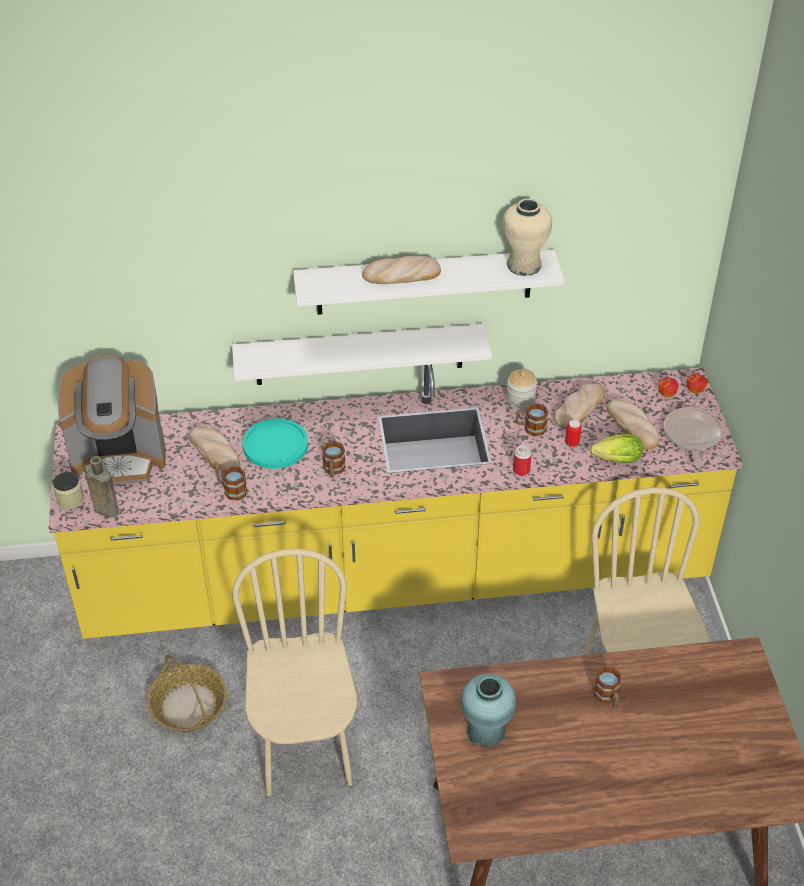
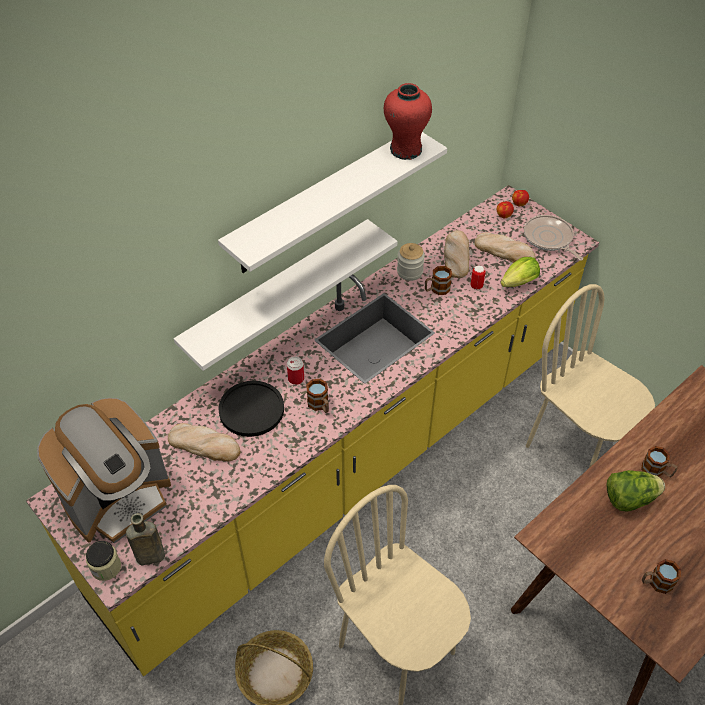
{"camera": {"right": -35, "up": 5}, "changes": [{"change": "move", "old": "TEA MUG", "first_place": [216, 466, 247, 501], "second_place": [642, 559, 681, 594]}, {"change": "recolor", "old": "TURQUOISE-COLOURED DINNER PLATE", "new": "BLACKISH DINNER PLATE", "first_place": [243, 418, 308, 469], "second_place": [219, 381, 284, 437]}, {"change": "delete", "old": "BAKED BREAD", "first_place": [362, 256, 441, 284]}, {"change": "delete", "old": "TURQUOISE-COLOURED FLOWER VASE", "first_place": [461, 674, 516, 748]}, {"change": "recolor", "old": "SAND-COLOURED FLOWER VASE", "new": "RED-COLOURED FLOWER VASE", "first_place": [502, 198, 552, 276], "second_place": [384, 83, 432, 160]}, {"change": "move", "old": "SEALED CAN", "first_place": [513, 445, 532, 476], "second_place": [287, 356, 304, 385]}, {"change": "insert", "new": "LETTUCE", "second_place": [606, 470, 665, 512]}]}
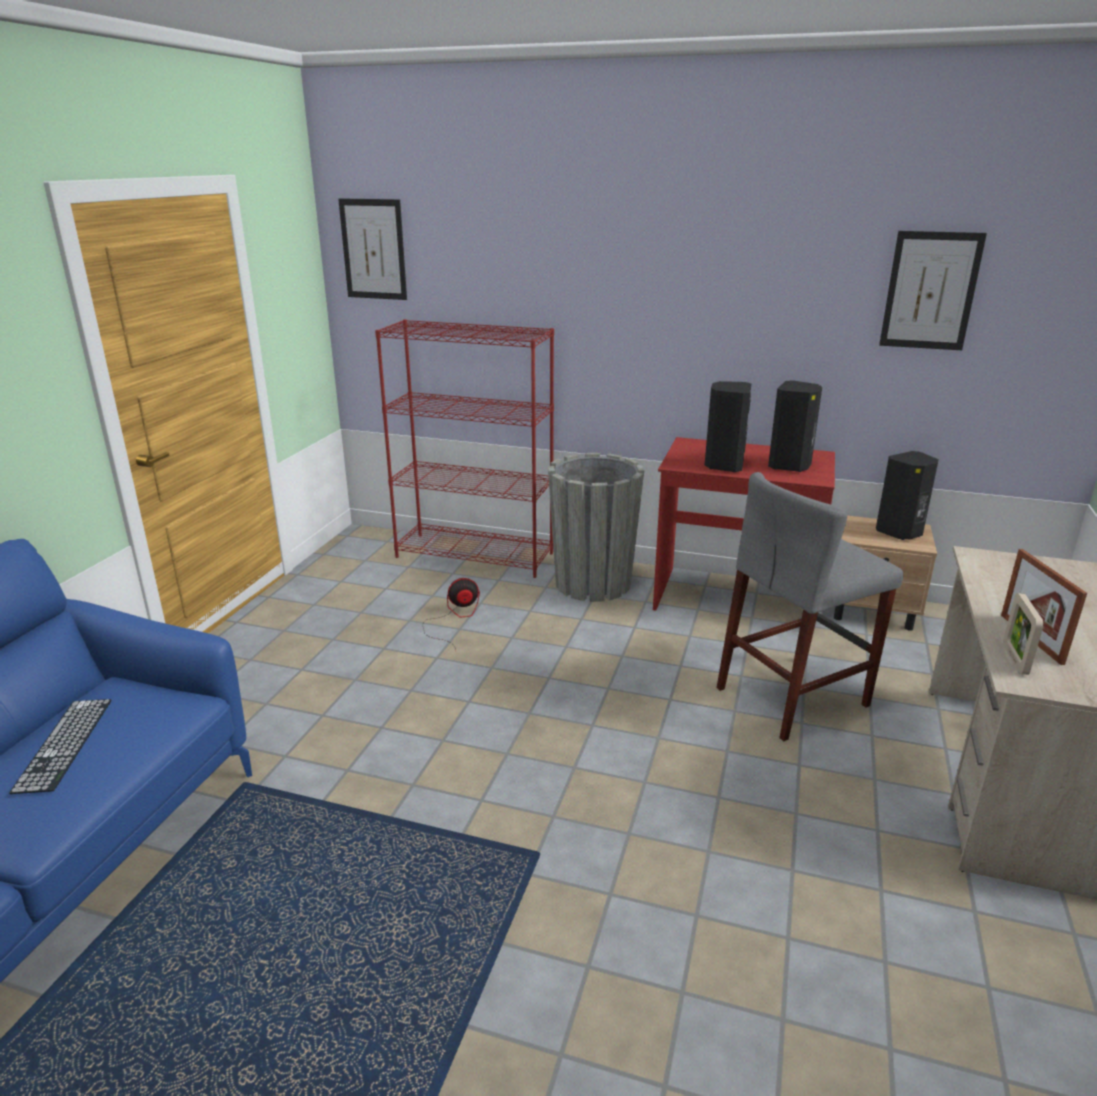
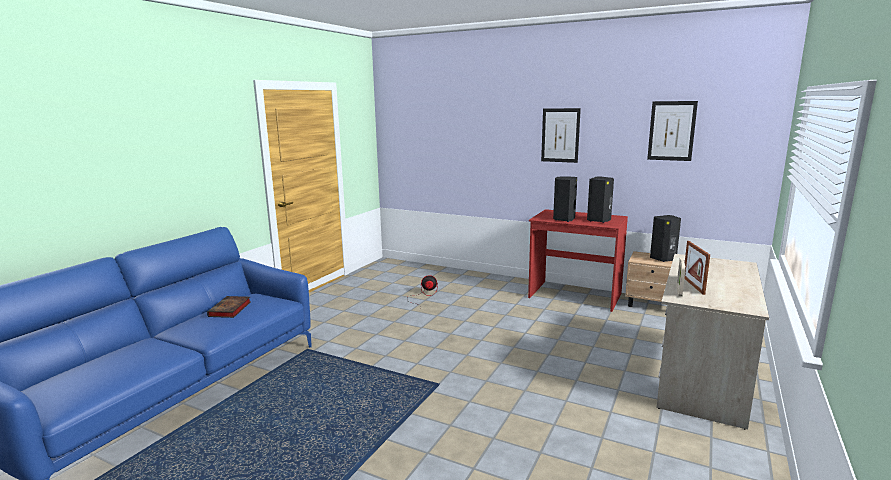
{"camera": {"right": 10, "up": -10}, "changes": [{"change": "replace", "old": "PC KEYBOARD", "new": "BOUND BOOK", "first_place": [9, 699, 112, 794], "second_place": [207, 296, 251, 318]}, {"change": "move", "old": "WALL PICTURE", "first_place": [338, 198, 407, 300], "second_place": [541, 108, 581, 163]}, {"change": "delete", "old": "RED-COLOURED BOOKSHELF", "first_place": [375, 319, 554, 578]}, {"change": "delete", "old": "GREYISH FLOWER POT", "first_place": [548, 453, 644, 602]}, {"change": "delete", "old": "GREYISH STOOL", "first_place": [717, 472, 903, 741]}]}
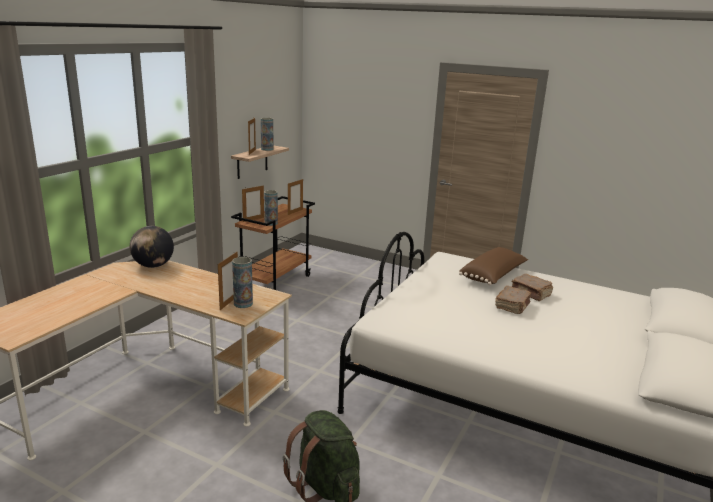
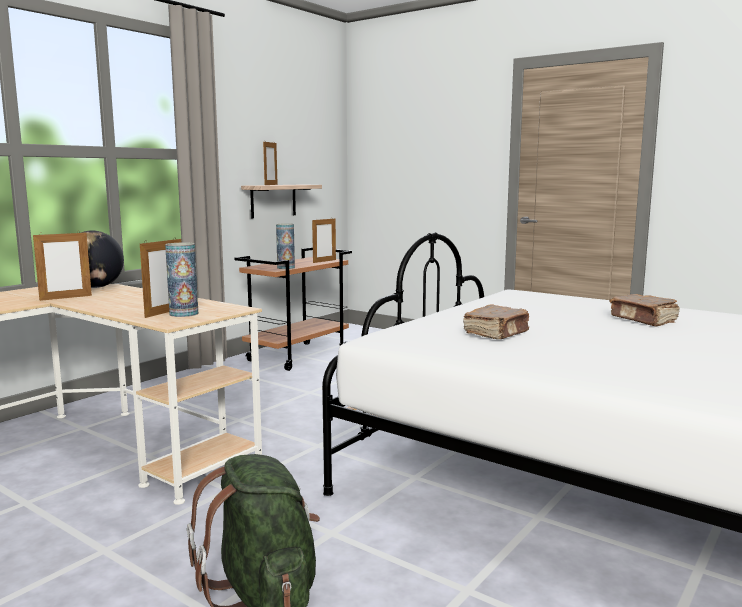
{"camera": {"right": 10, "up": -10}, "changes": [{"change": "move", "old": "STANDING FRAME", "first_place": [242, 186, 264, 222], "second_place": [33, 232, 92, 301]}, {"change": "delete", "old": "FLOWER VASE", "first_place": [261, 118, 274, 151]}, {"change": "delete", "old": "BROWN THROW PILLOW", "first_place": [459, 247, 528, 285]}, {"change": "move", "old": "BROWN BOUND BOOK", "first_place": [495, 286, 531, 314], "second_place": [463, 305, 529, 339]}]}
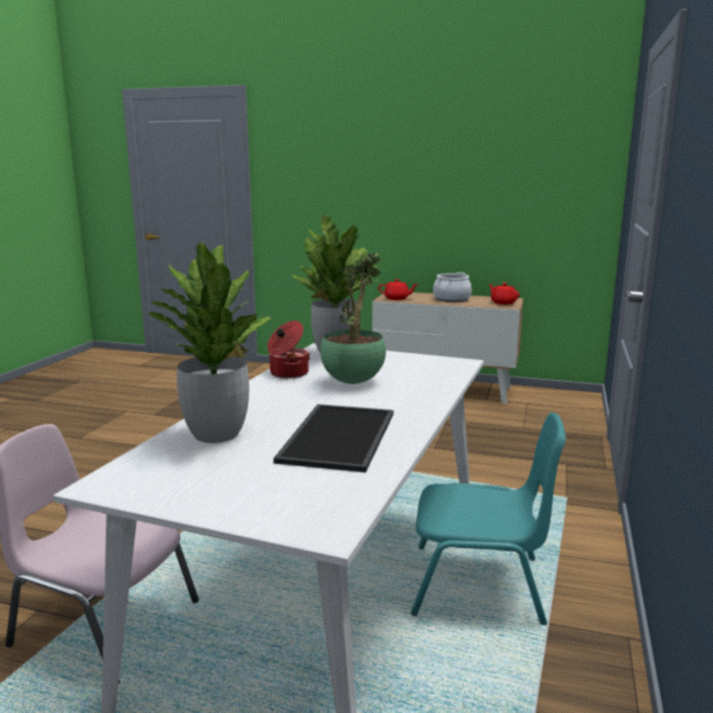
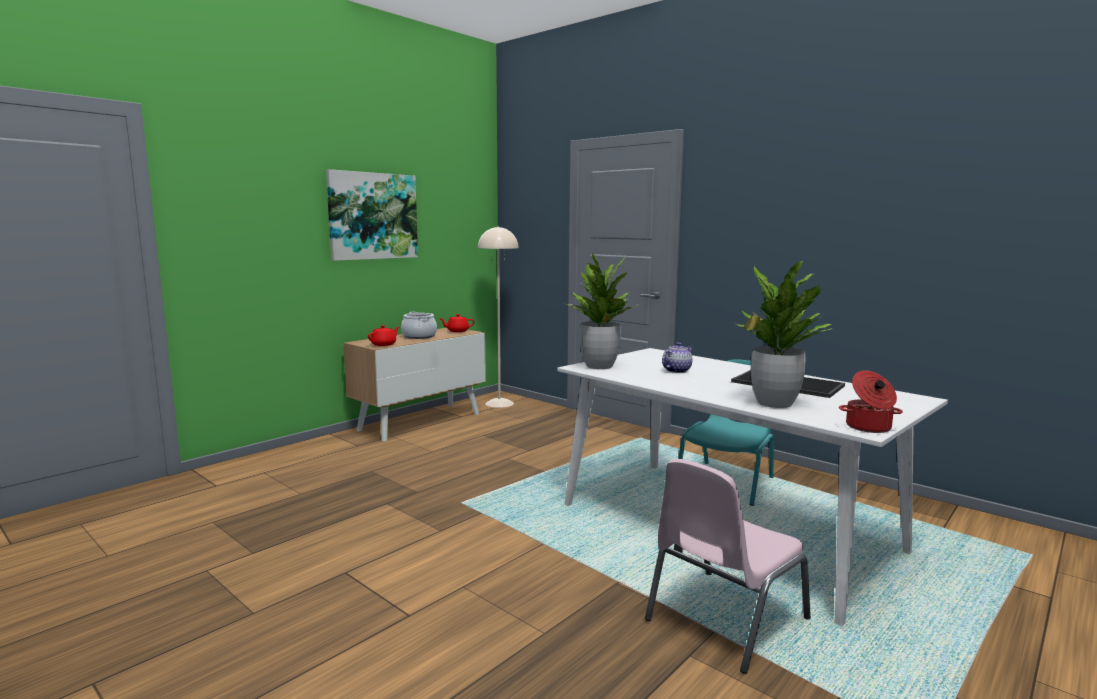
{"camera": {"right": -65, "up": -5}, "changes": [{"change": "move", "old": "SAUCEPOT", "first_place": [268, 321, 310, 379], "second_place": [839, 370, 903, 433]}, {"change": "replace", "old": "HOUSEPLANT", "new": "POT FOR TEA", "first_place": [320, 253, 386, 384], "second_place": [662, 342, 693, 373]}, {"change": "insert", "new": "WALL PICTURE", "second_place": [326, 169, 418, 261]}, {"change": "insert", "new": "SAND-COLOURED FLOOR LAMP", "second_place": [478, 226, 518, 408]}]}
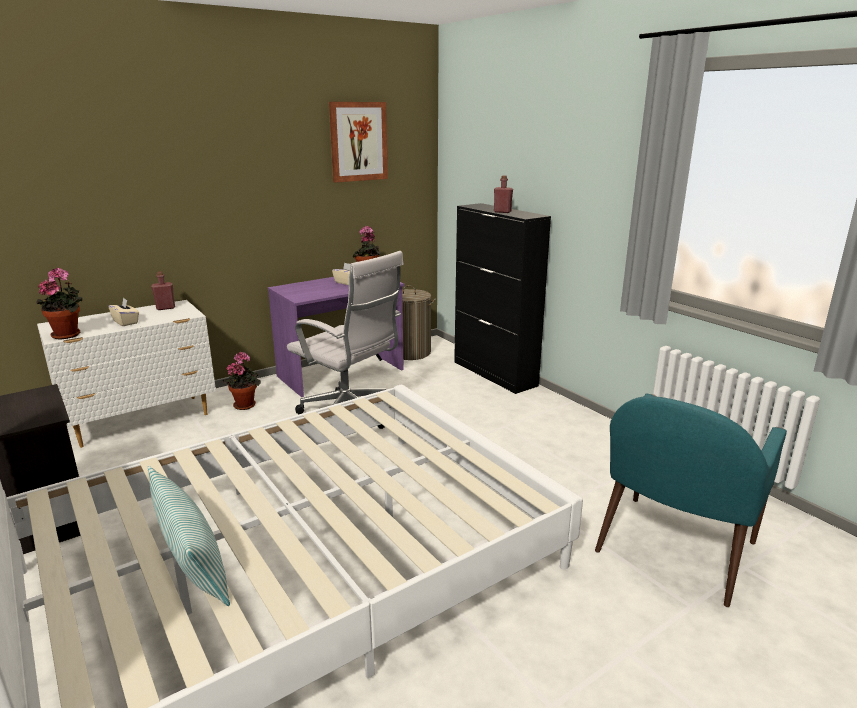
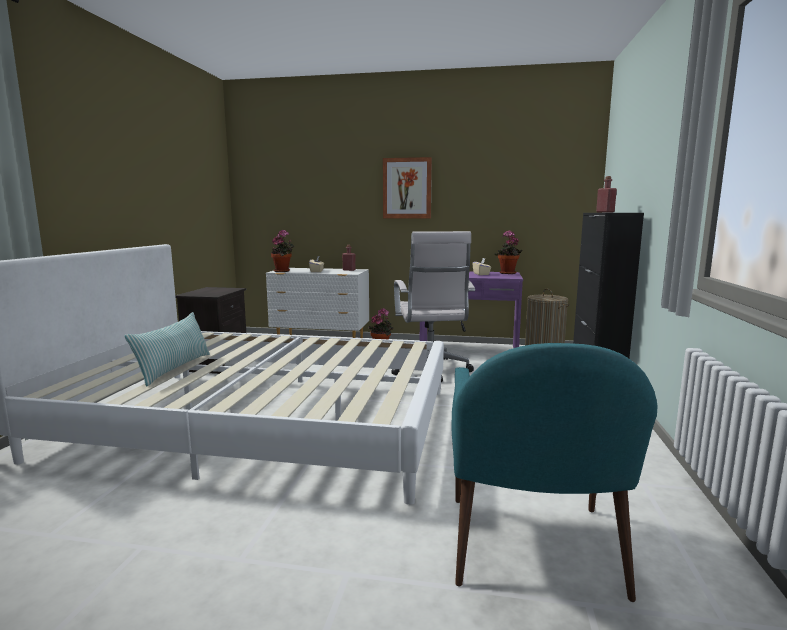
{"camera": {"right": 45, "up": -10}, "changes": [{"change": "move", "old": "WALL PICTURE", "first_place": [329, 102, 388, 183], "second_place": [383, 157, 432, 218]}, {"change": "rotate", "old": "TURQUOISE-COLOURED ARMCHAIR", "first_place": [595, 394, 787, 607], "second_place": [451, 343, 658, 602], "degrees": -75}]}
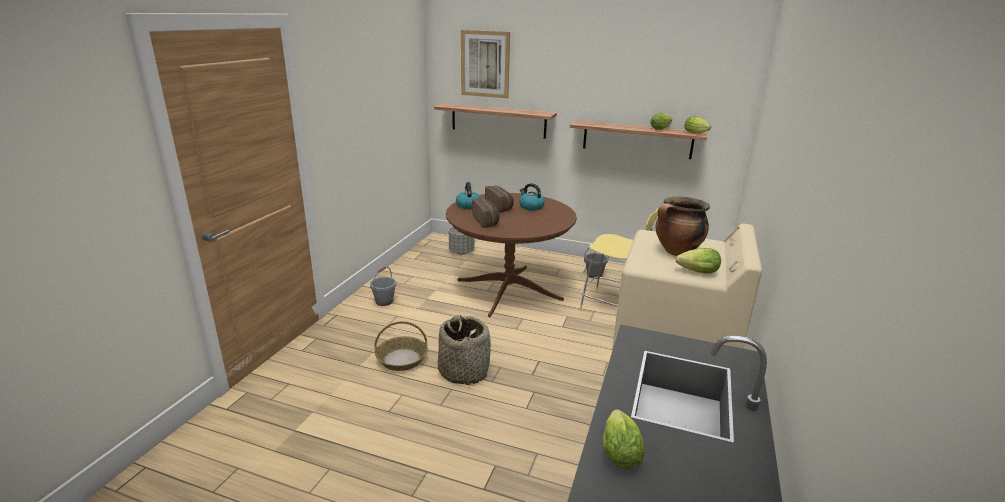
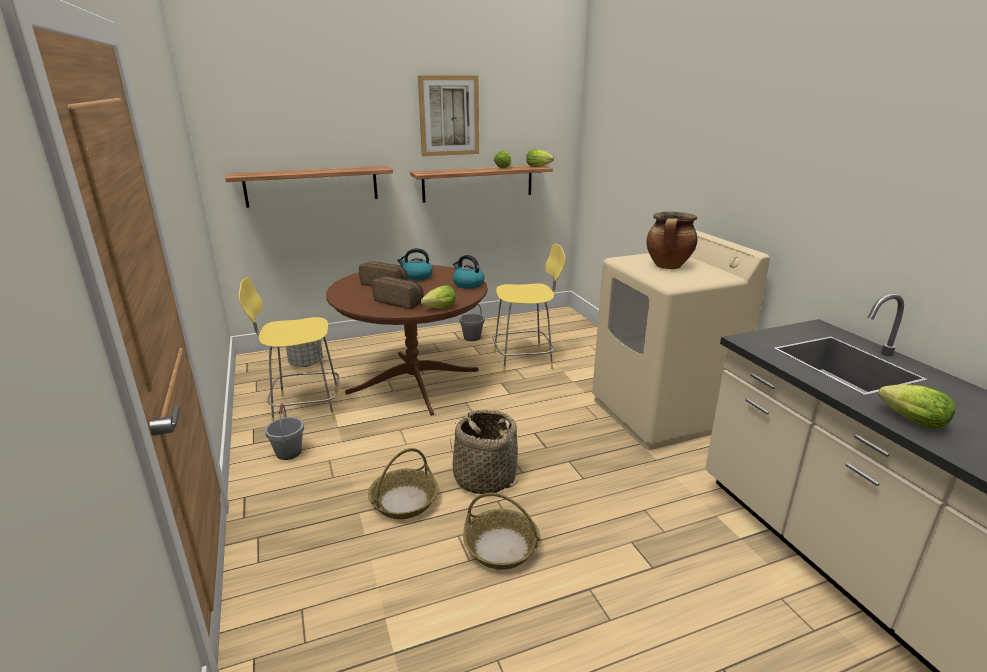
{"camera": {"right": -40, "up": 0}, "changes": [{"change": "move", "old": "WATER KETTLE", "first_place": [456, 182, 481, 209], "second_place": [453, 255, 485, 289]}, {"change": "move", "old": "WALL PICTURE", "first_place": [461, 30, 510, 98], "second_place": [418, 75, 479, 156]}, {"change": "move", "old": "LETTUCE", "first_place": [676, 248, 721, 274], "second_place": [421, 285, 456, 308]}, {"change": "insert", "new": "YELLOWISH STOOL", "second_place": [239, 277, 339, 421]}, {"change": "insert", "new": "HOUSEHOLD BASKET", "second_place": [463, 493, 540, 570]}]}
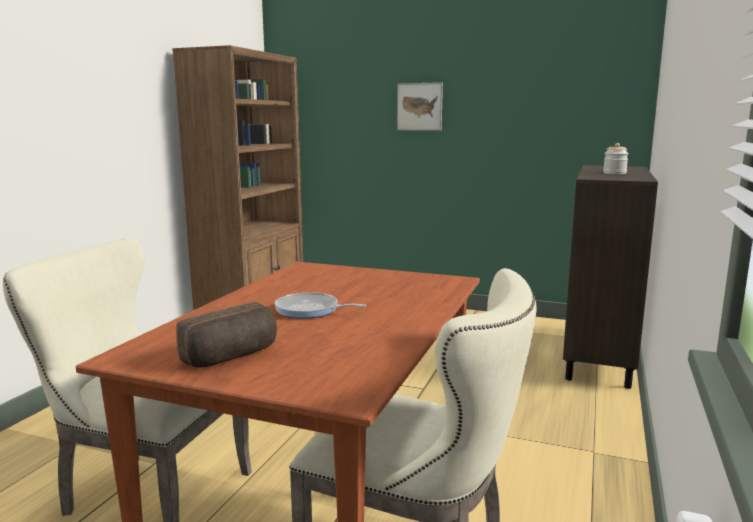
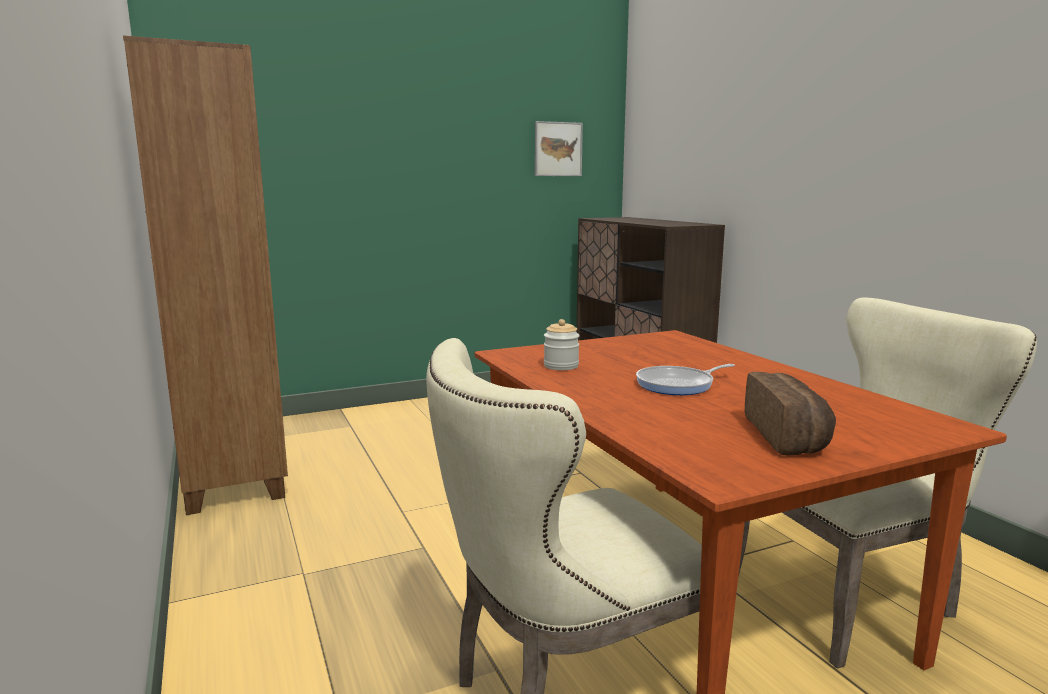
{"camera": {"right": -45, "up": 0}, "changes": [{"change": "move", "old": "WALL PICTURE", "first_place": [397, 82, 443, 131], "second_place": [535, 121, 583, 176]}, {"change": "move", "old": "PRESERVE JAR", "first_place": [603, 143, 629, 174], "second_place": [544, 319, 580, 370]}]}
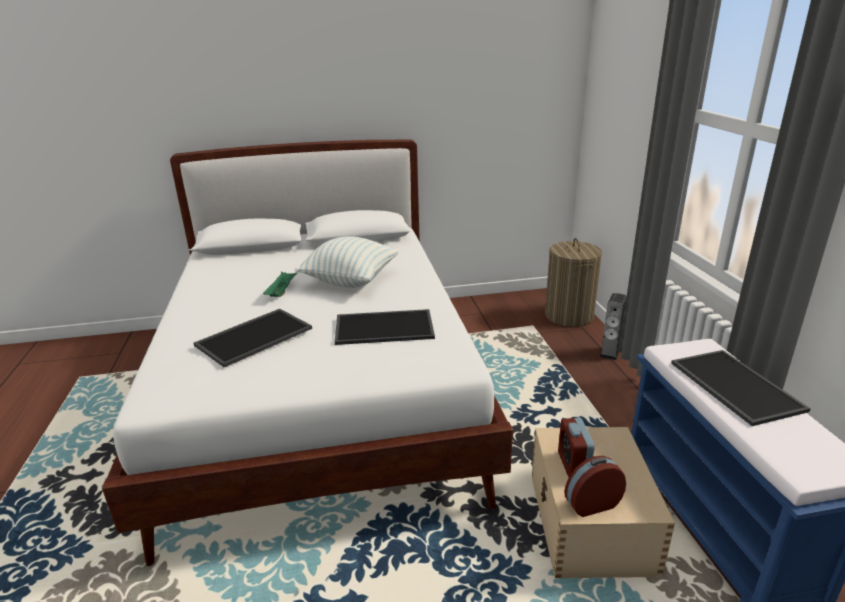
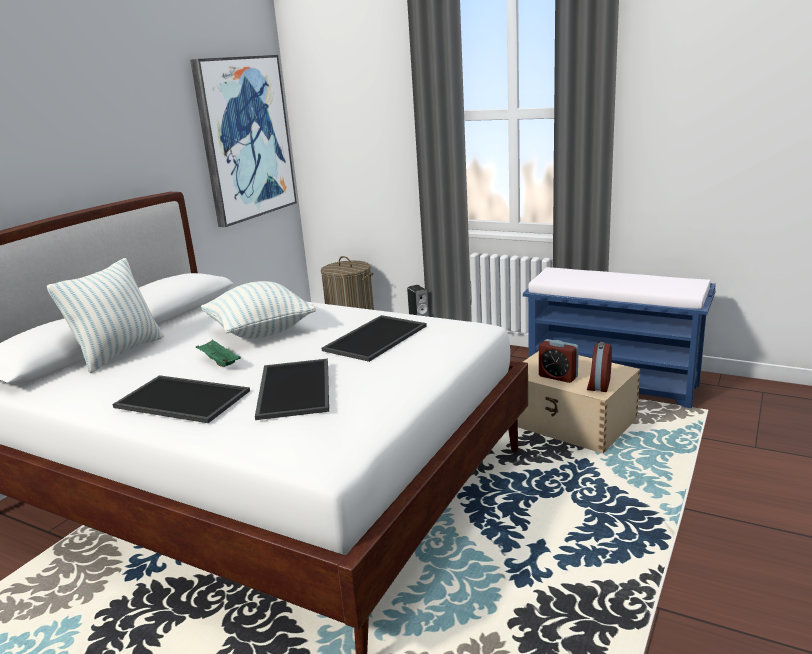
{"camera": {"right": -50, "up": -5}, "changes": [{"change": "move", "old": "SERVING TRAY", "first_place": [671, 350, 811, 426], "second_place": [113, 375, 250, 423]}, {"change": "insert", "new": "THROW PILLOW", "second_place": [47, 258, 164, 374]}, {"change": "insert", "new": "WALL PICTURE", "second_place": [190, 55, 297, 227]}]}
